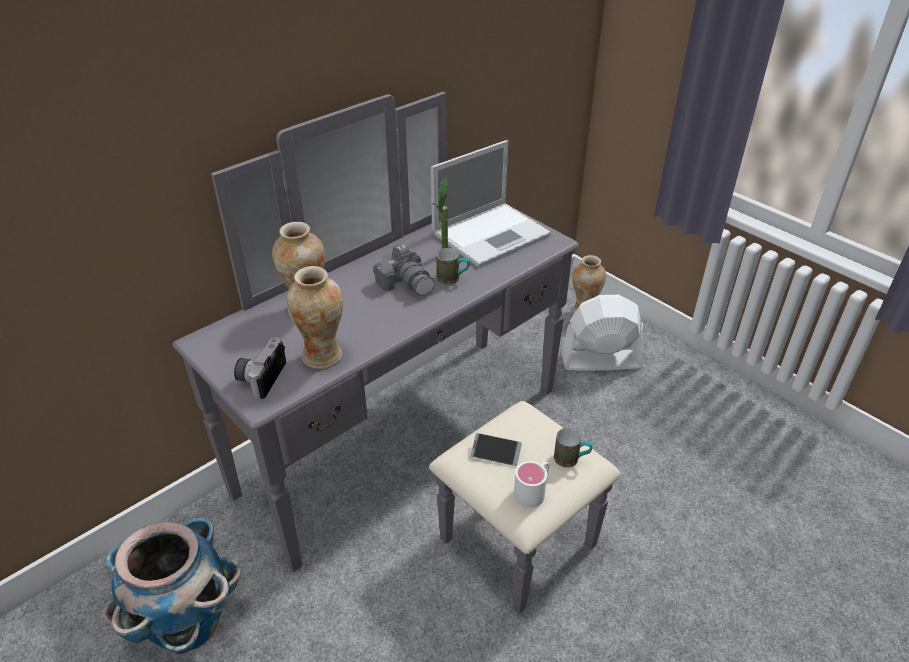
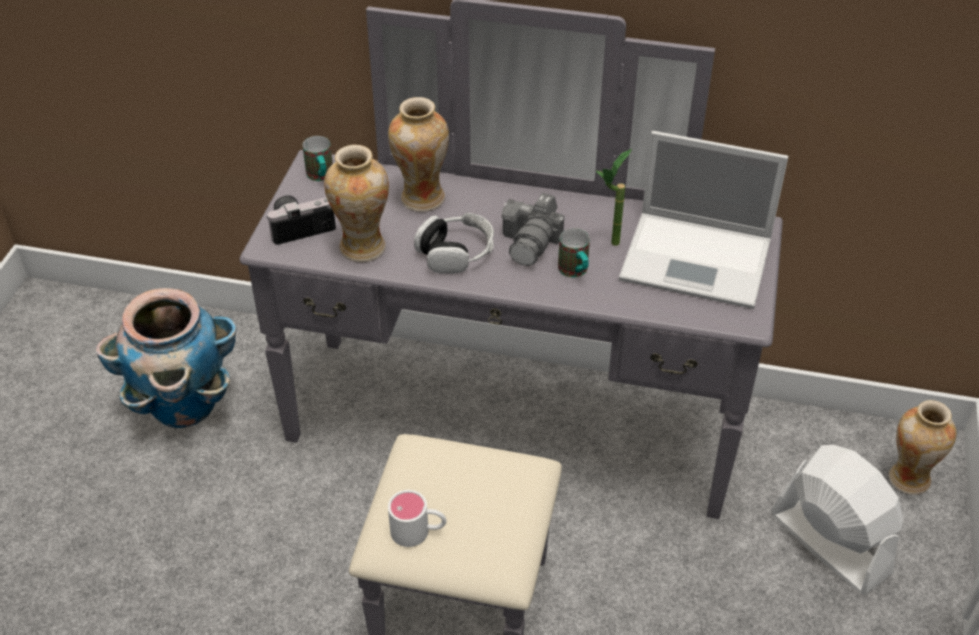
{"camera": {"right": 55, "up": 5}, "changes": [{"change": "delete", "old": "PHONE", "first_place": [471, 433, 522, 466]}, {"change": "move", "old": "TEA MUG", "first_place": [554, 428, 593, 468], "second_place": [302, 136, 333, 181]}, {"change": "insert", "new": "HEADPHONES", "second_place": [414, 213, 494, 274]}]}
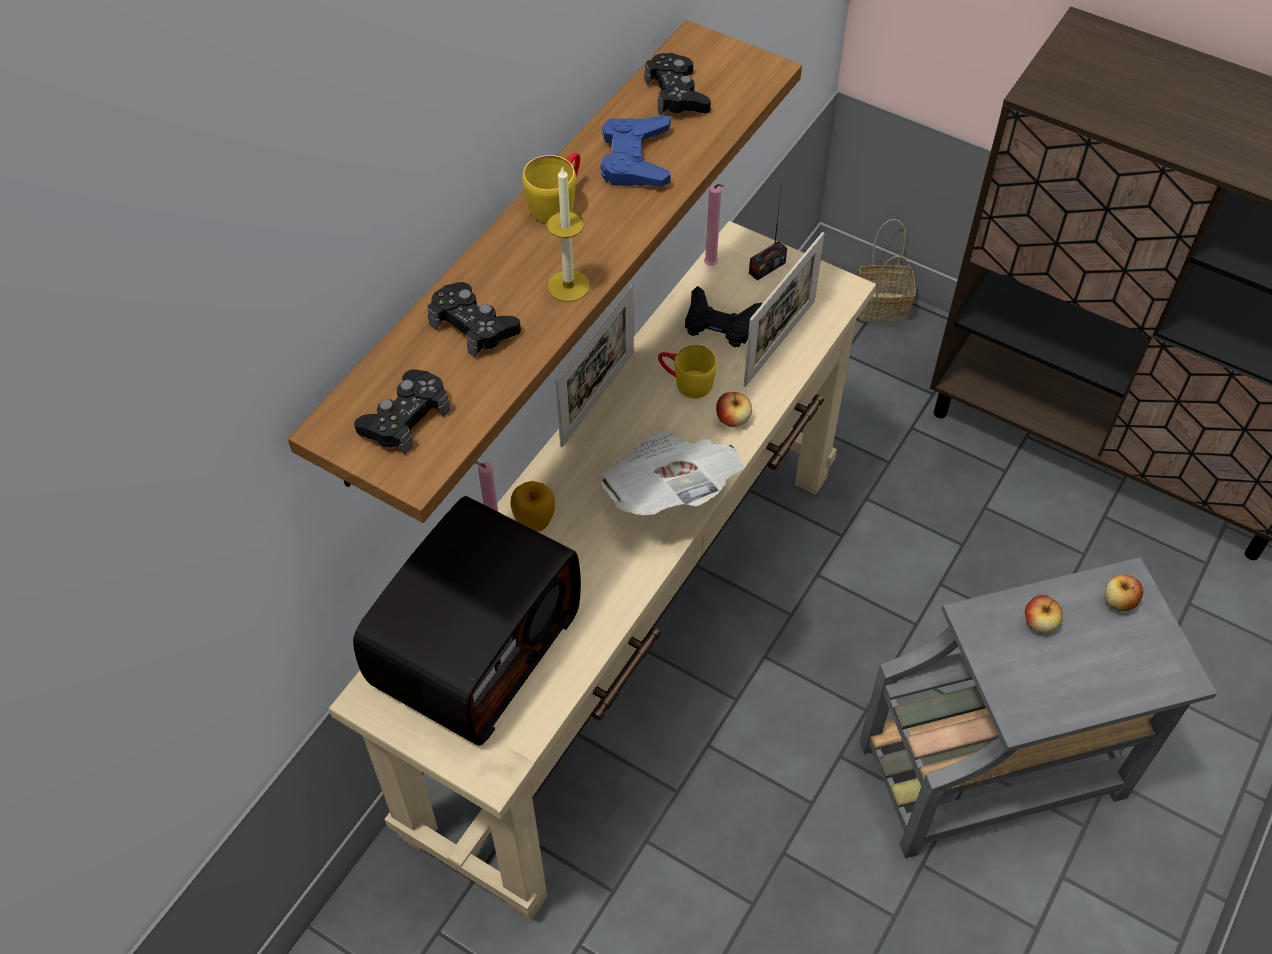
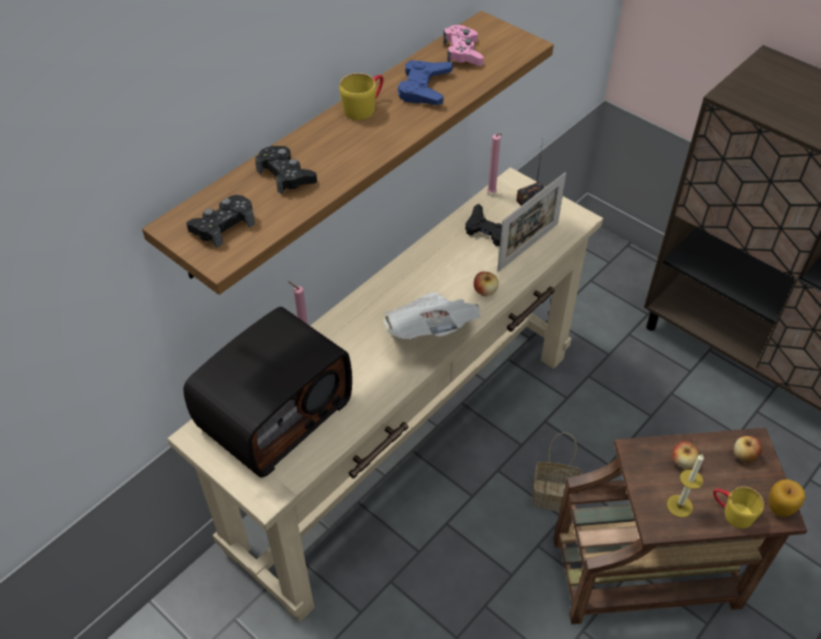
{"camera": {"right": 10, "up": -5}, "changes": [{"change": "move", "old": "APPLE", "first_place": [510, 481, 555, 532], "second_place": [769, 479, 805, 517]}, {"change": "move", "old": "WAX LIGHT", "first_place": [546, 166, 590, 302], "second_place": [667, 454, 704, 517]}, {"change": "delete", "old": "STANDING FRAME", "first_place": [556, 284, 633, 447]}, {"change": "recolor", "old": "BLACKISH GAME CONTROLLER", "new": "PINK-COLOURED GAME CONTROLLER", "first_place": [645, 53, 711, 115], "second_place": [443, 25, 484, 66]}, {"change": "move", "old": "YELLOWISH TEA MUG", "first_place": [658, 345, 717, 398], "second_place": [713, 487, 764, 529]}, {"change": "move", "old": "HOUSEHOLD BASKET", "first_place": [859, 219, 915, 322], "second_place": [532, 432, 581, 512]}, {"change": "recolor", "old": "GREYISH SIDE TABLE", "new": "BROWN SIDE TABLE", "first_place": [859, 557, 1217, 858], "second_place": [553, 428, 808, 624]}]}
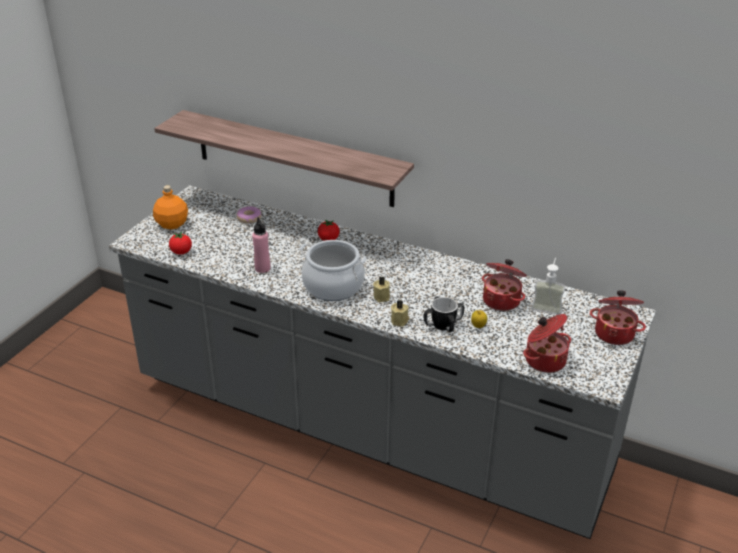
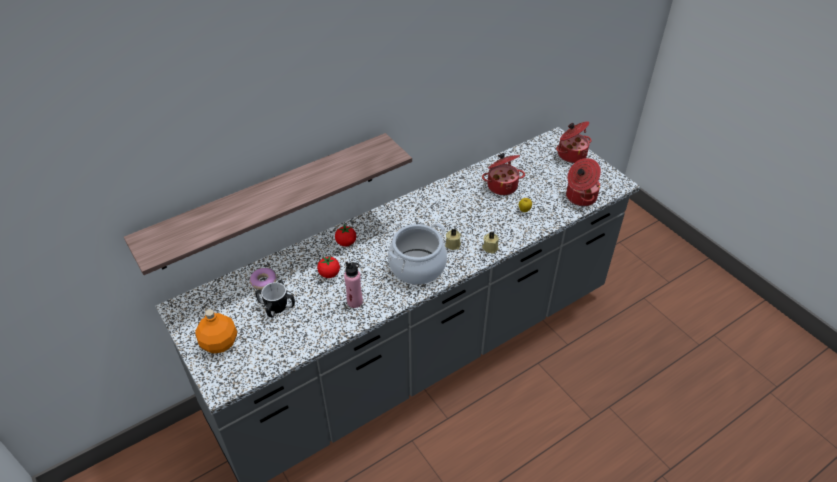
{"camera": {"right": -60, "up": 10}, "changes": [{"change": "move", "old": "FRESH TOMATO", "first_place": [169, 232, 192, 255], "second_place": [317, 255, 340, 278]}, {"change": "move", "old": "TEA MUG", "first_place": [424, 296, 464, 332], "second_place": [255, 280, 295, 317]}, {"change": "delete", "old": "LIQUID SOAP BOTTLE", "first_place": [531, 258, 566, 315]}]}
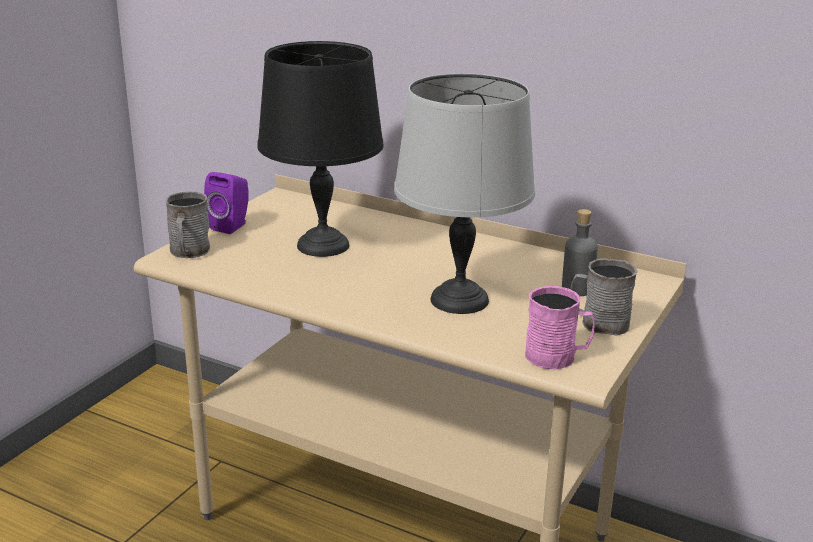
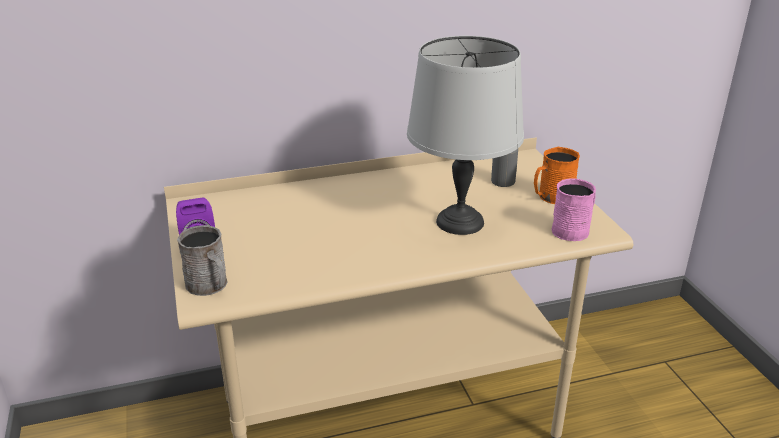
{"camera": {"right": -45, "up": 5}, "changes": [{"change": "delete", "old": "BLACKISH TABLE LAMP", "first_place": [257, 41, 383, 257]}, {"change": "recolor", "old": "GREYISH TEA MUG", "new": "ORANGE-COLOURED TEA MUG", "first_place": [570, 259, 637, 335], "second_place": [534, 147, 580, 204]}]}
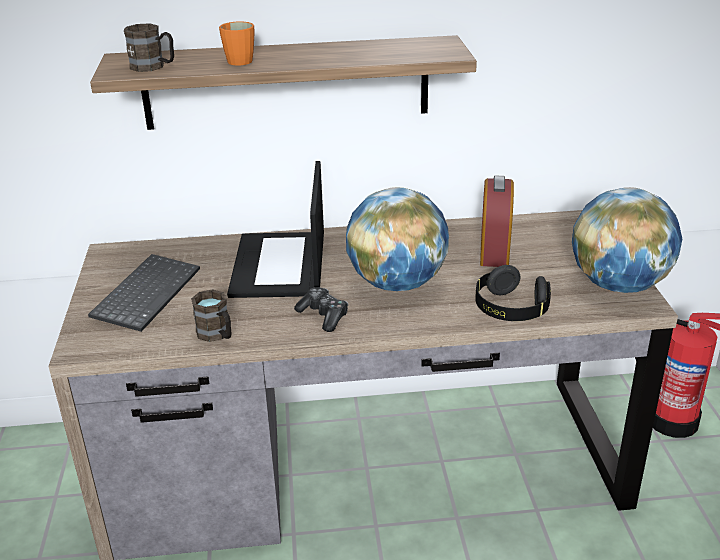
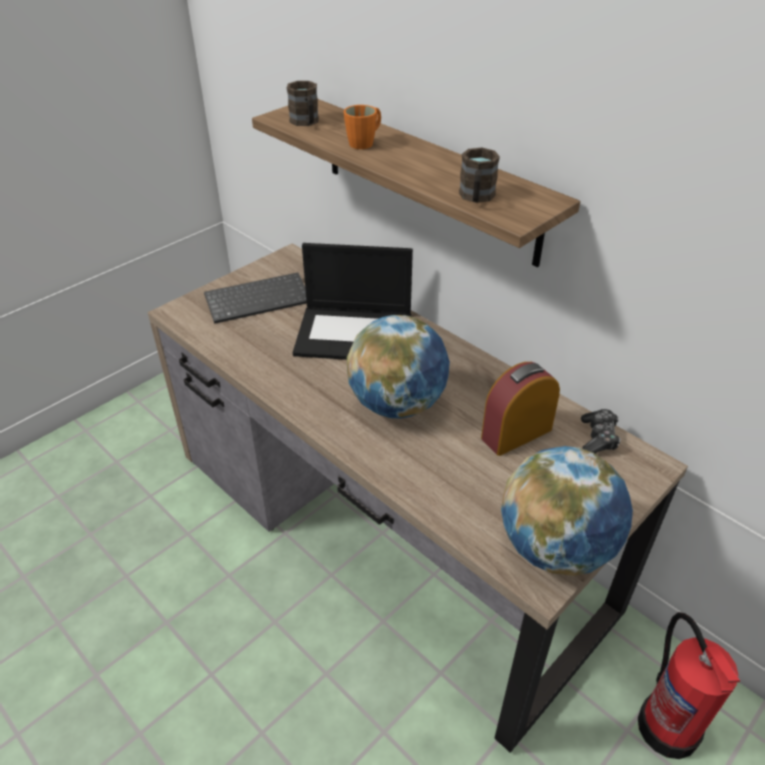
{"camera": {"right": 50, "up": 10}, "changes": [{"change": "move", "old": "BROWN TEA MUG", "first_place": [191, 289, 232, 342], "second_place": [459, 148, 500, 203]}, {"change": "rotate", "old": "NOTEBOOK COMPUTER", "first_place": [227, 161, 324, 298], "second_place": [293, 243, 413, 360], "degrees": -135}, {"change": "move", "old": "GAME CONTROLLER", "first_place": [294, 287, 348, 332], "second_place": [581, 409, 621, 453]}, {"change": "delete", "old": "BLACKISH HEADPHONES", "first_place": [475, 265, 551, 321]}]}
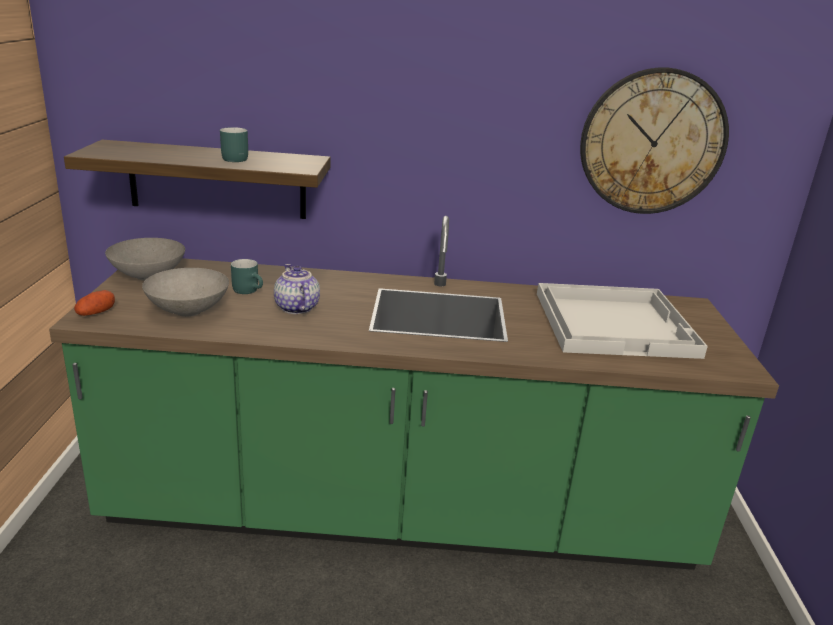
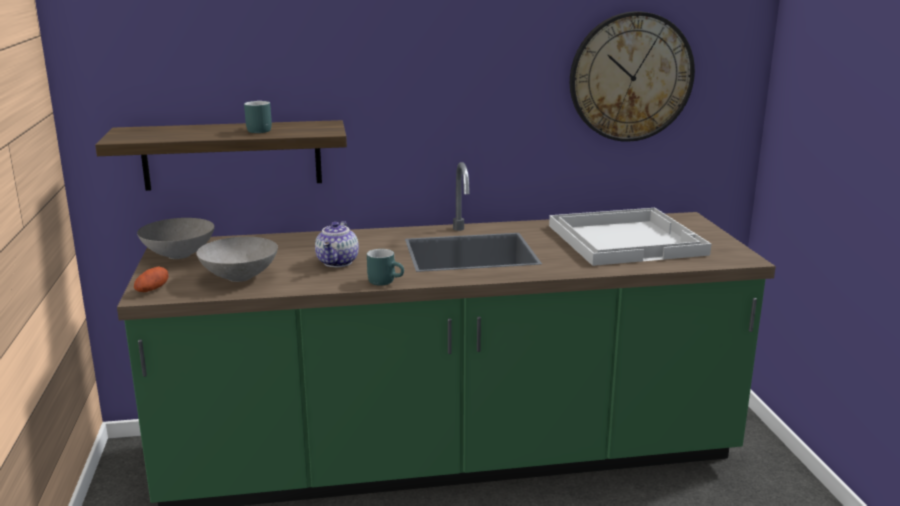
{"camera": {"right": -10, "up": -5}, "changes": [{"change": "move", "old": "TURQUOISE-COLOURED TEA MUG", "first_place": [231, 259, 263, 294], "second_place": [367, 249, 404, 286]}, {"change": "rotate", "old": "POT FOR TEA", "first_place": [274, 264, 320, 314], "second_place": [315, 221, 359, 267], "degrees": -135}]}
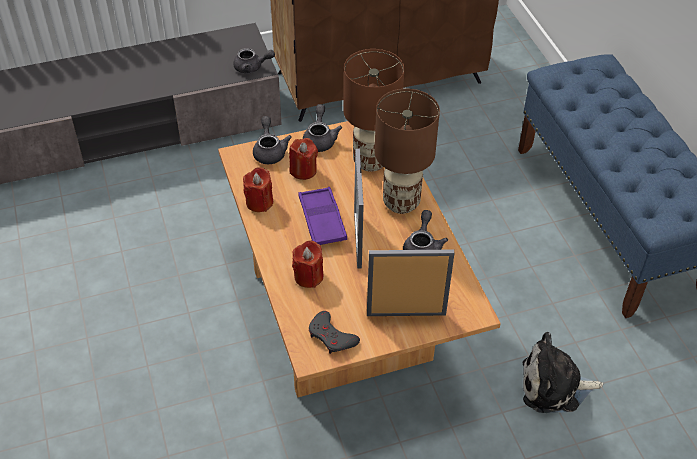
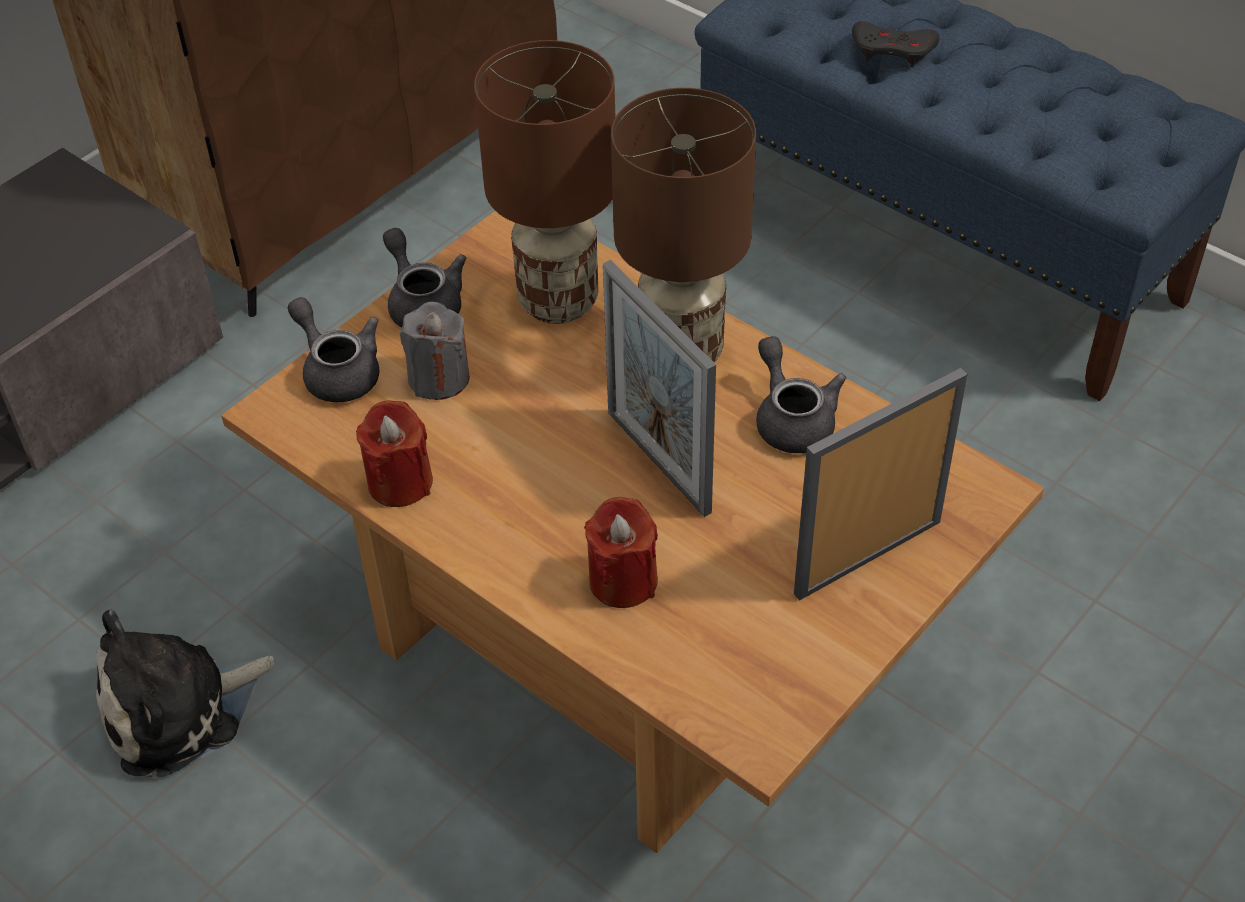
{"camera": {"right": -30, "up": 0}, "changes": [{"change": "delete", "old": "GREYISH POT FOR TEA", "first_place": [233, 48, 275, 73]}, {"change": "recolor", "old": "RED-COLOURED WAX LIGHT", "new": "GREYISH WAX LIGHT", "first_place": [289, 138, 318, 180], "second_place": [400, 302, 470, 400]}, {"change": "delete", "old": "PURPLISH SERVING TRAY", "first_place": [298, 187, 347, 245]}, {"change": "move", "old": "GREYISH GAME CONTROLLER", "first_place": [309, 311, 360, 354], "second_place": [852, 21, 940, 67]}, {"change": "move", "old": "PLUSH TOY", "first_place": [523, 332, 603, 413], "second_place": [96, 609, 274, 778]}]}
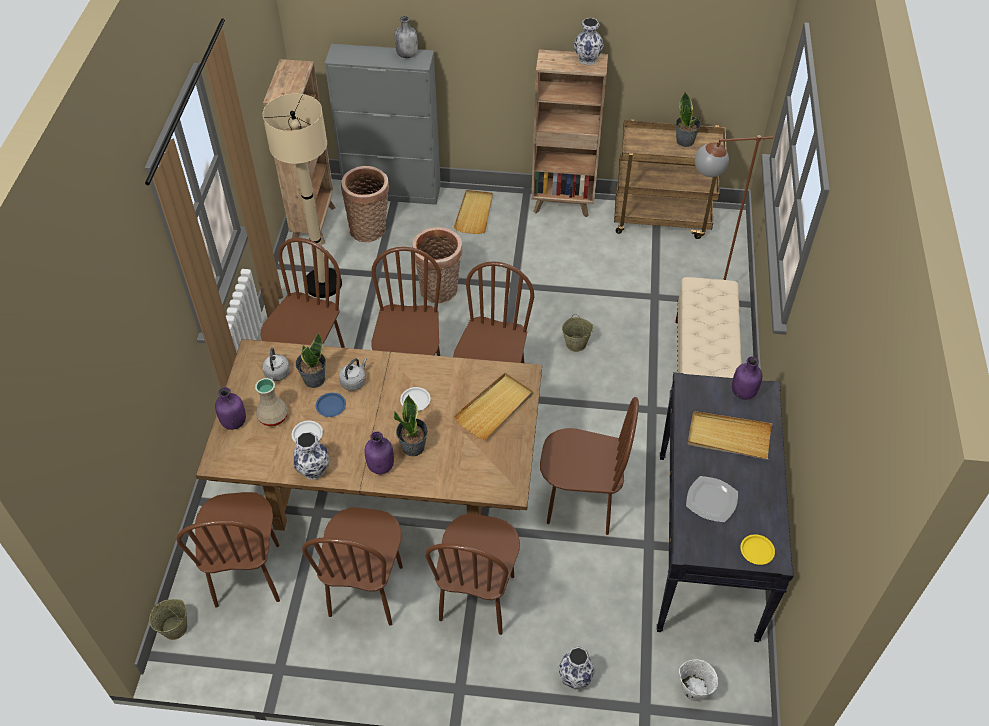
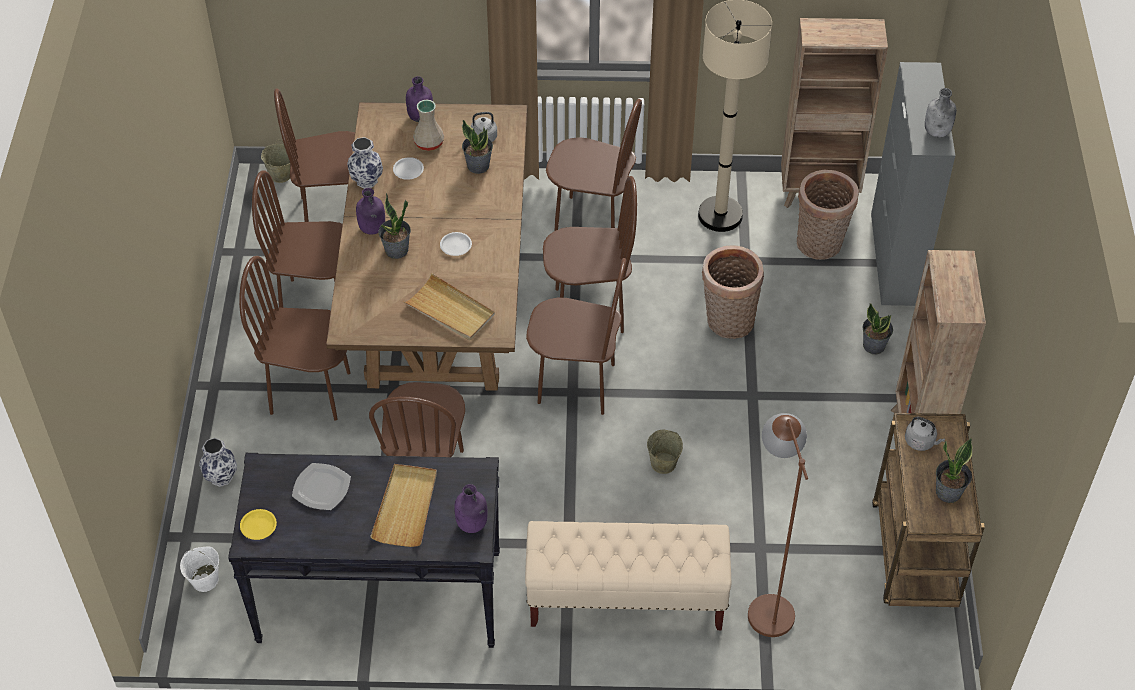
{"camera": {"right": 85, "up": 0}, "changes": [{"change": "delete", "old": "BLUE DINNER PLATE", "first_place": [316, 393, 346, 417]}, {"change": "move", "old": "GREYISH WATER KETTLE", "first_place": [339, 358, 367, 391], "second_place": [905, 417, 945, 451]}, {"change": "replace", "old": "SAND-COLOURED SERVING TRAY", "new": "HOUSEPLANT", "first_place": [454, 190, 493, 234], "second_place": [862, 303, 893, 354]}, {"change": "delete", "old": "FLOWER VASE", "first_place": [574, 18, 604, 65]}]}
